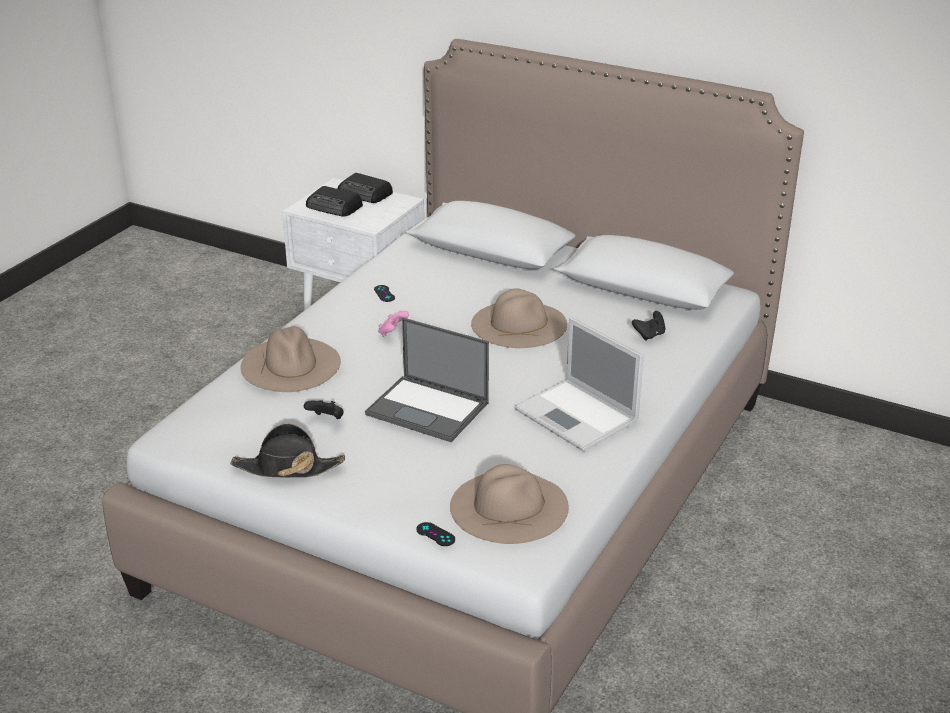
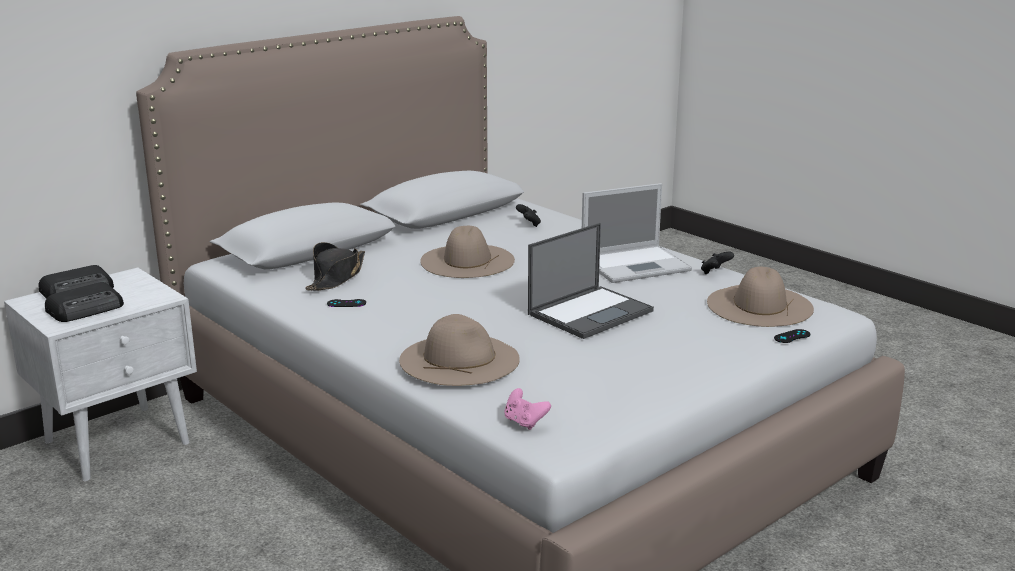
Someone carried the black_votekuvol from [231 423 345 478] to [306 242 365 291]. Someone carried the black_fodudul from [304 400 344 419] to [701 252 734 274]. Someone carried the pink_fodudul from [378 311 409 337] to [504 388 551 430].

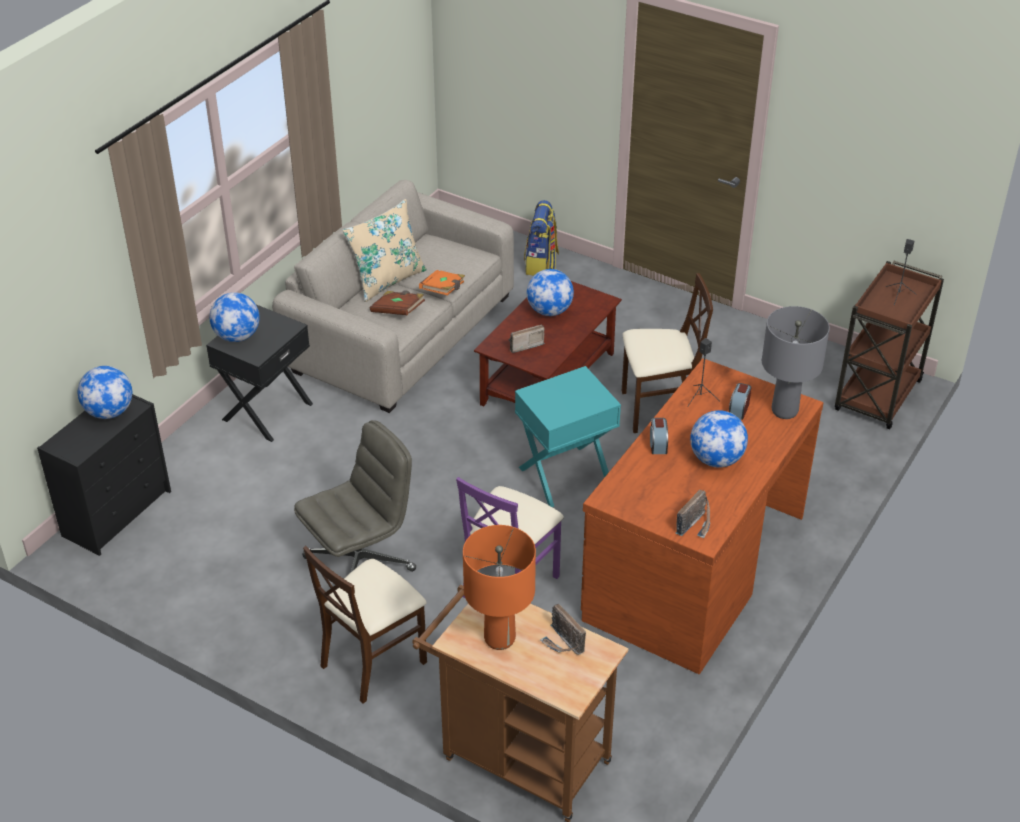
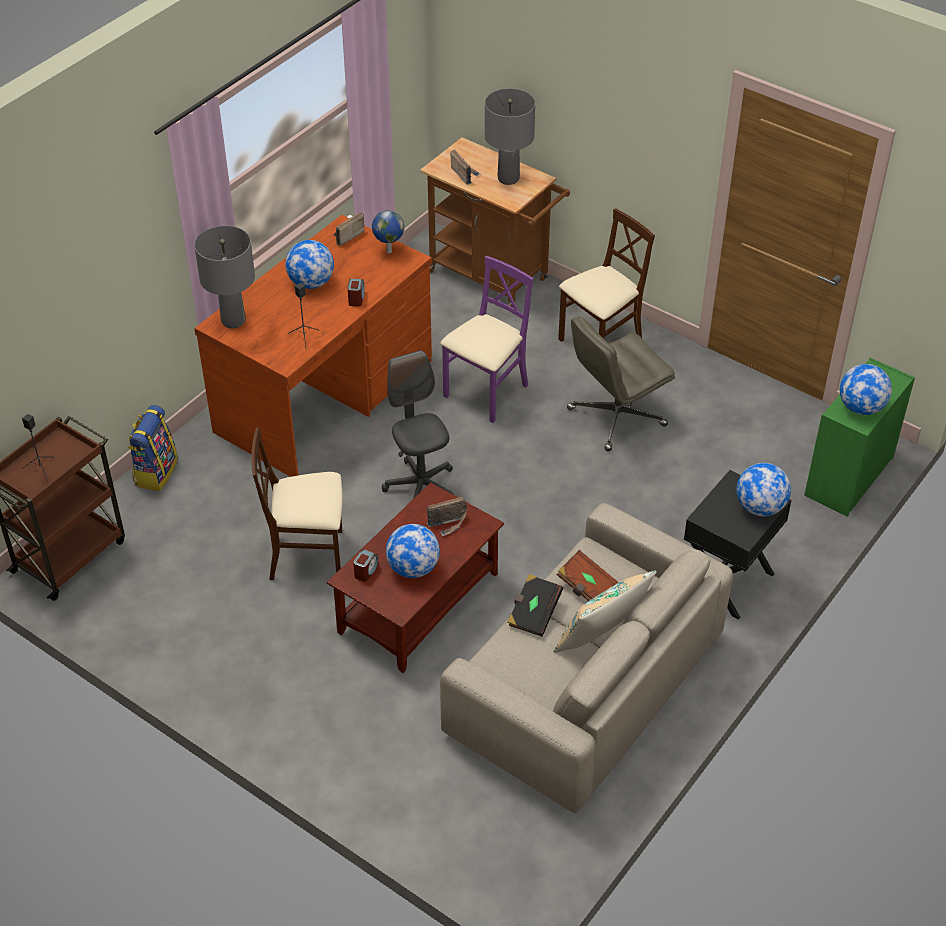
Someone put down the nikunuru at [372 210 404 253]. Someone carried the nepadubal from [524 200 559 276] to [128 405 178 491]. Someone carried the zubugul from [729 383 751 420] to [353 549 379 582]. Someone swapped the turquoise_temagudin at [515 366 621 507] for the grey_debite at [382 350 453 499]. Someone repainted the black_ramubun at [37 394 171 556], which became the green_ramubun at [804 358 915 517]. Someone repainted the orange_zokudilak at [419 270 465 296], which became the black_zokudilak at [507 574 563 637]. Someone repainted the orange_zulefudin at [463 525 536 650], which became the grey_zulefudin at [485 89 535 185].

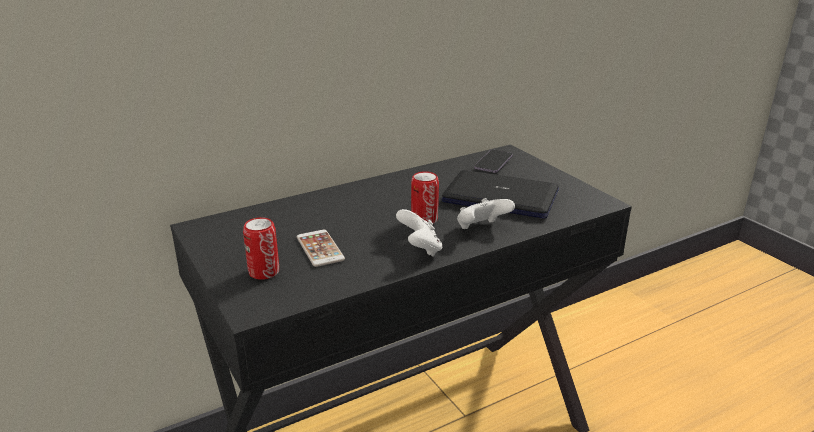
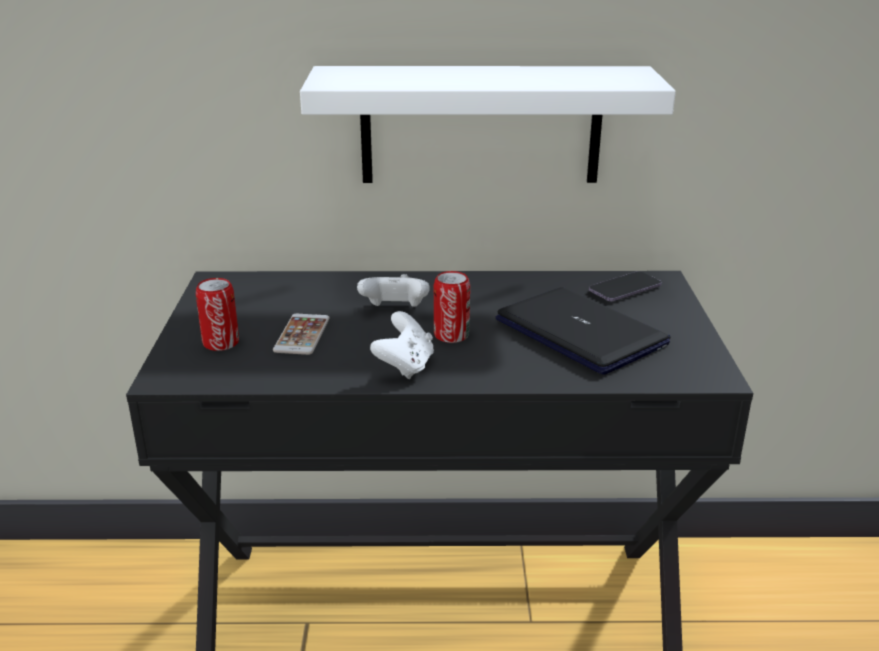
Someone put up the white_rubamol at [300 66 676 183]. Someone carried the white_fodudul from [457 198 515 229] to [357 274 430 307].

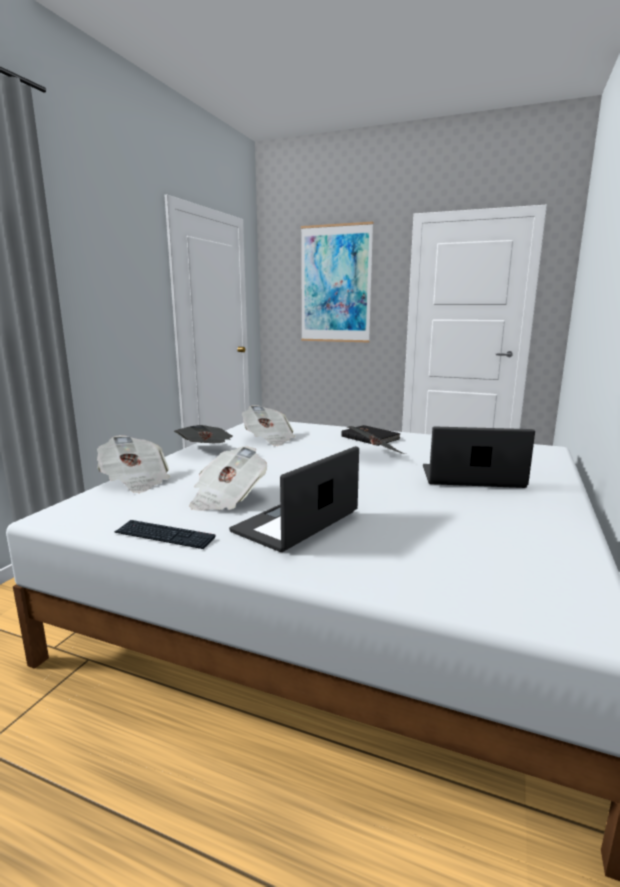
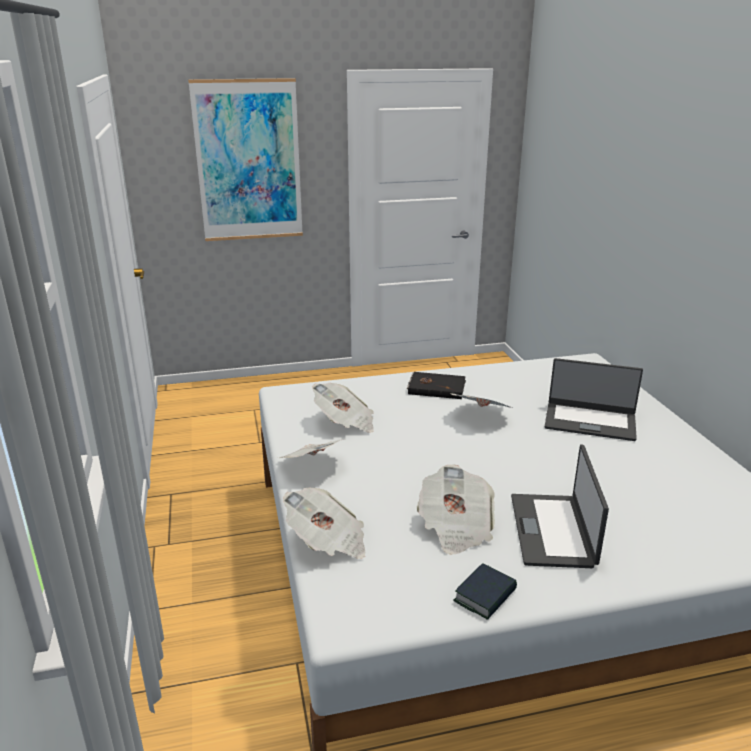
Someone swapped the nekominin at [115 520 216 549] for the zokudilak at [453 563 517 620]. Someone rotated the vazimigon at [423 426 535 488] by 135 degrees counterclockwise.

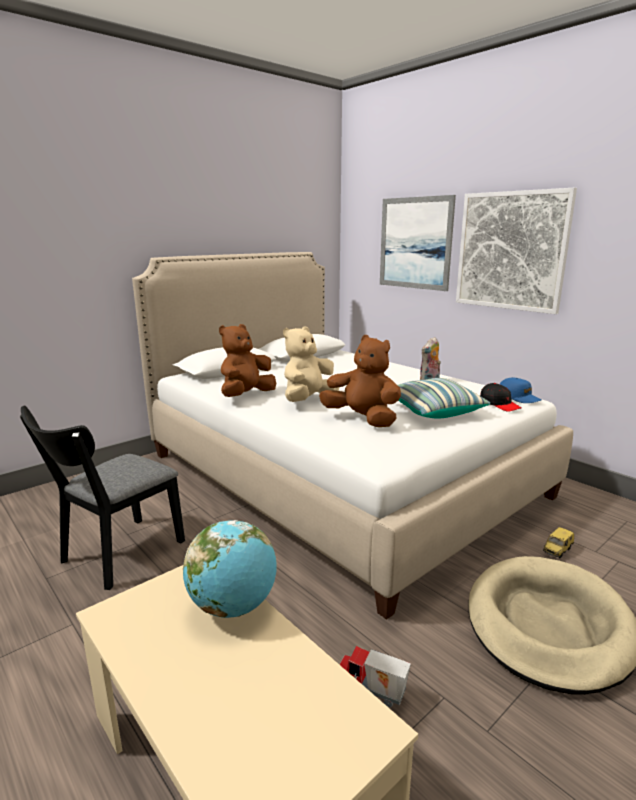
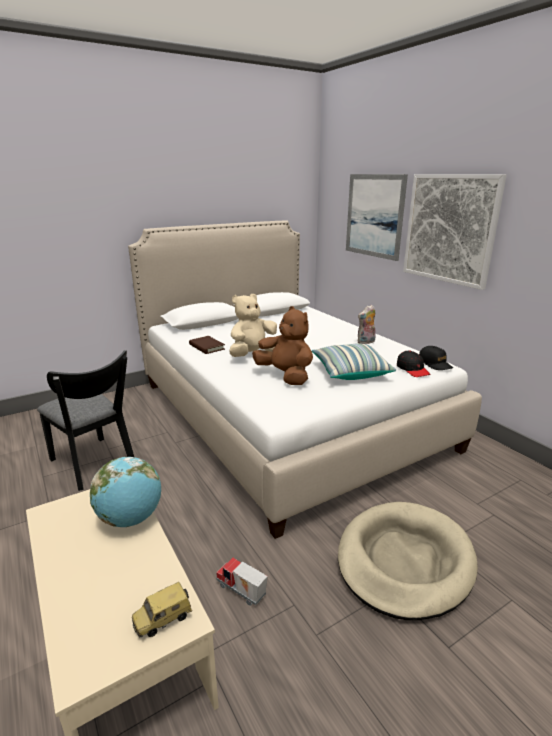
Someone carried the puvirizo from [543 527 574 558] to [132 582 192 638]. Someone swapped the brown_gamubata at [219 324 276 397] for the brown_zokudilak at [189 336 225 354]. Someone repainted the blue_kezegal at [500 378 542 403], which became the black_kezegal at [419 346 453 370]. Someone rotated the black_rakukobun at [20 406 185 590] by 90 degrees counterclockwise.

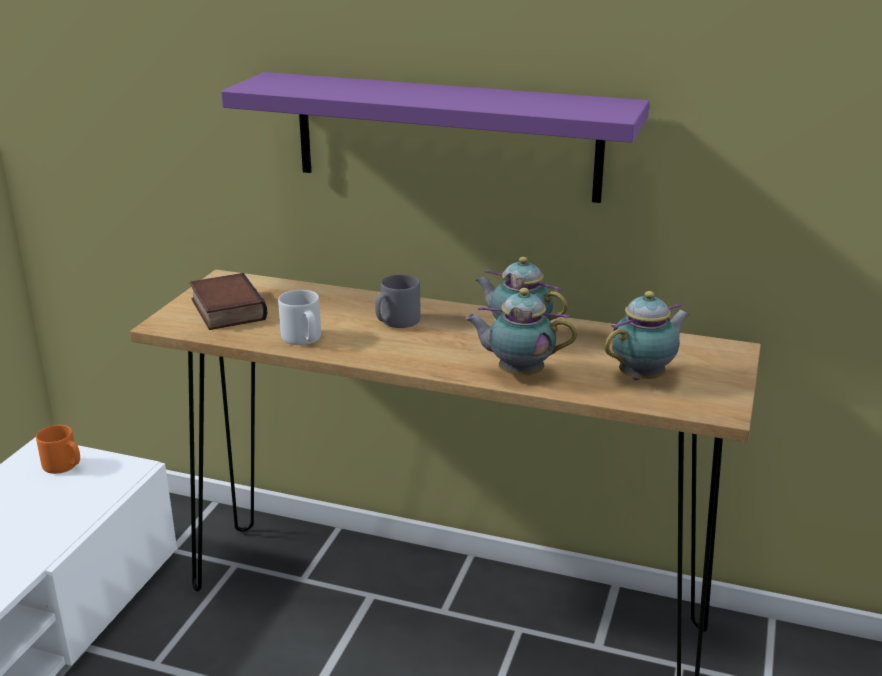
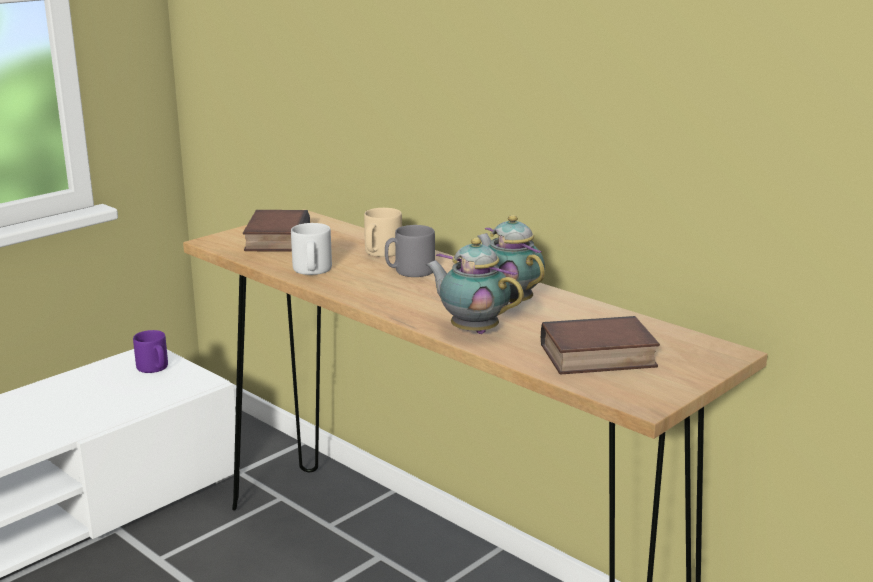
Someone took away the purple_rubamol at [221 72 650 203]. Someone put down the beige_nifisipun at [364 208 402 257]. Someone swapped the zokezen at [604 291 690 380] for the zokudilak at [541 316 660 375]. Someone repainted the orange_nifisipun at [36 425 80 474], which became the purple_nifisipun at [133 330 168 373].

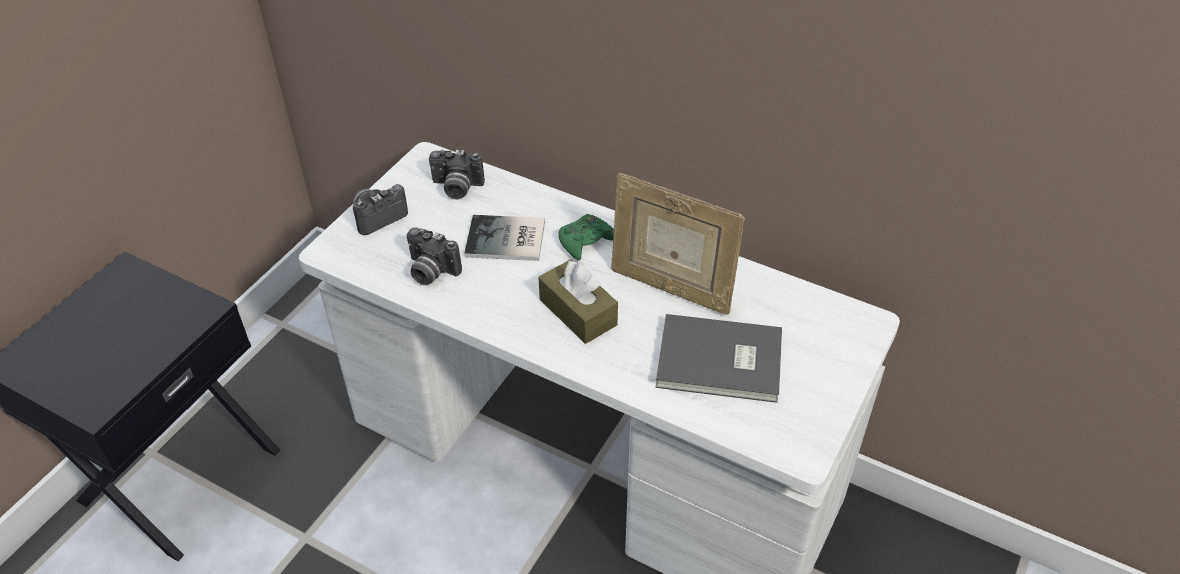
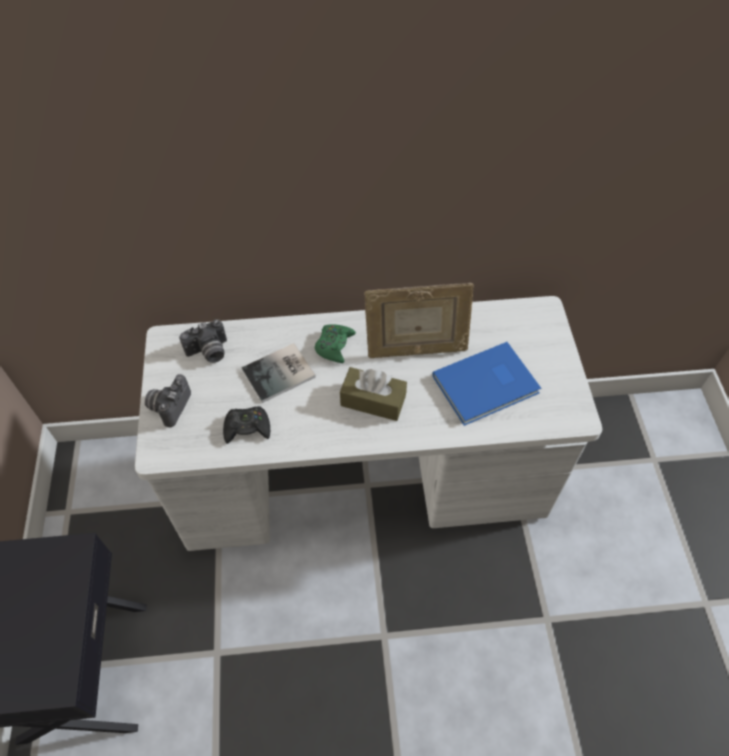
Someone swapped the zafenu at [407 227 462 285] for the black_fodudul at [223 406 270 444]. Someone repainted the grey_zokudilak at [656 314 782 403], which became the blue_zokudilak at [432 342 541 426].

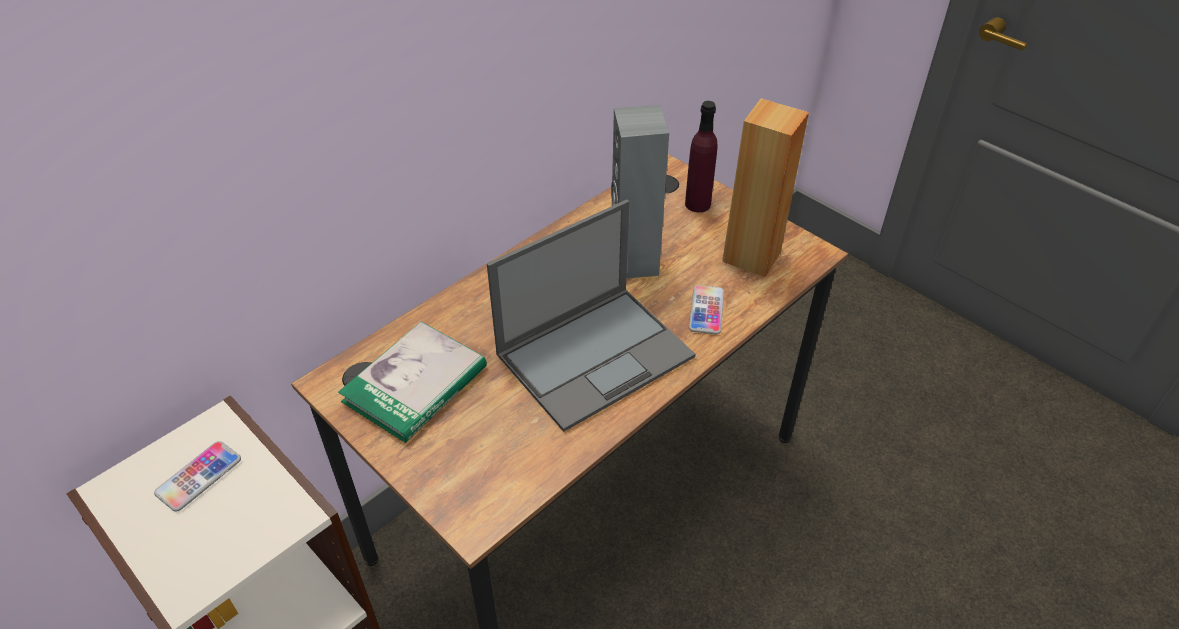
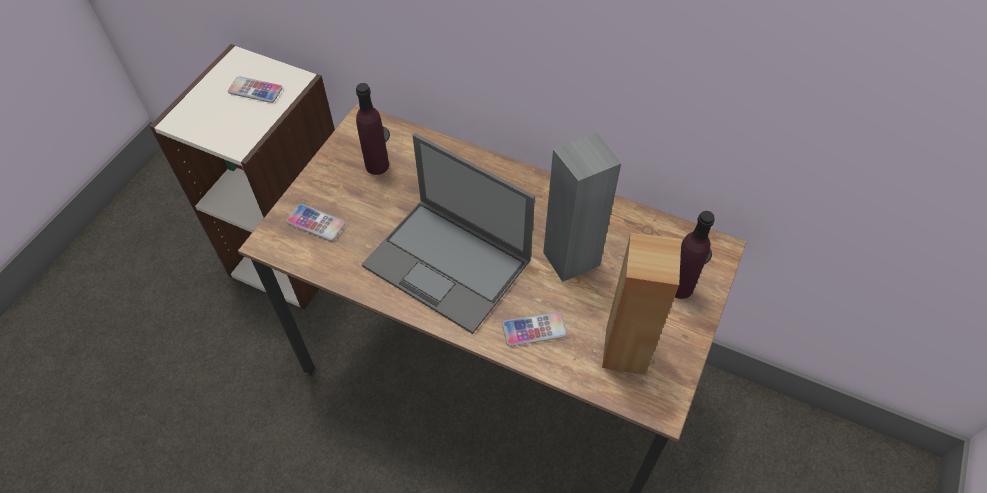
Someone put down the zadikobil at [286 204 346 241]. Someone swapped the zokudilak at [338 321 487 443] for the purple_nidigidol at [356 83 389 175].

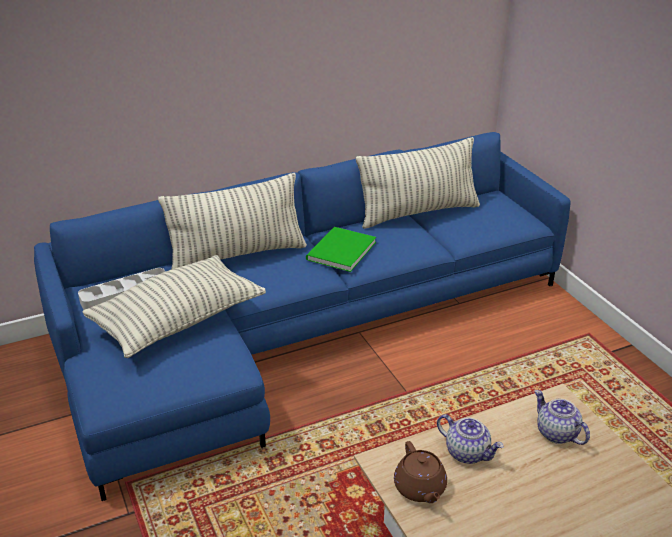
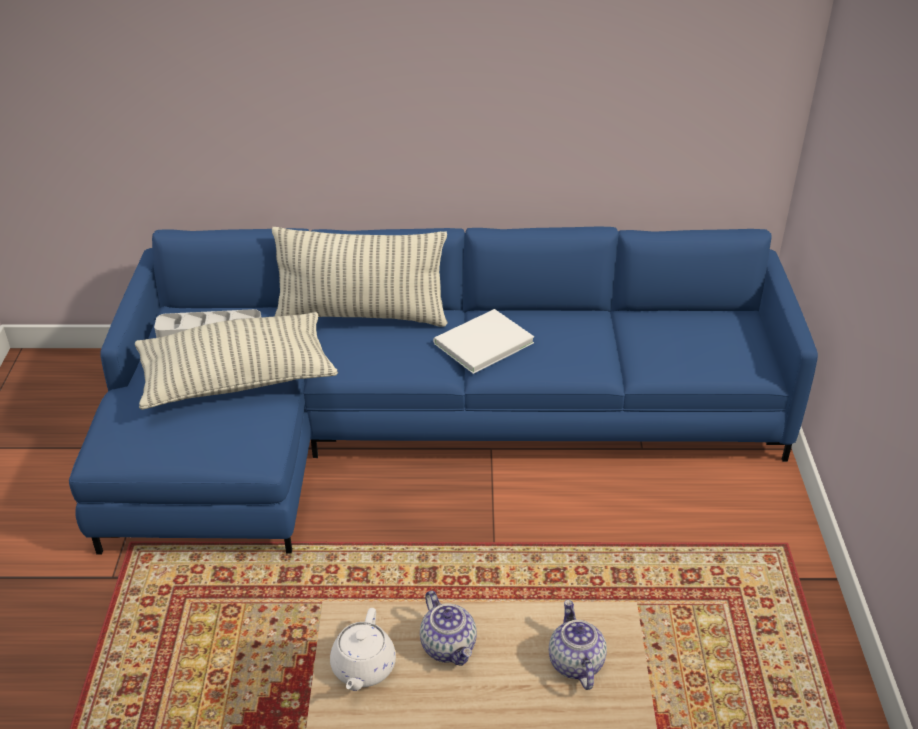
Someone took away the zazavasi at [356 137 480 229]. Someone repainted the green_zokudilak at [306 227 376 272], which became the white_zokudilak at [433 309 534 374]. Someone repainted the brown_zokezen at [394 441 447 503], which became the white_zokezen at [330 608 396 691].

